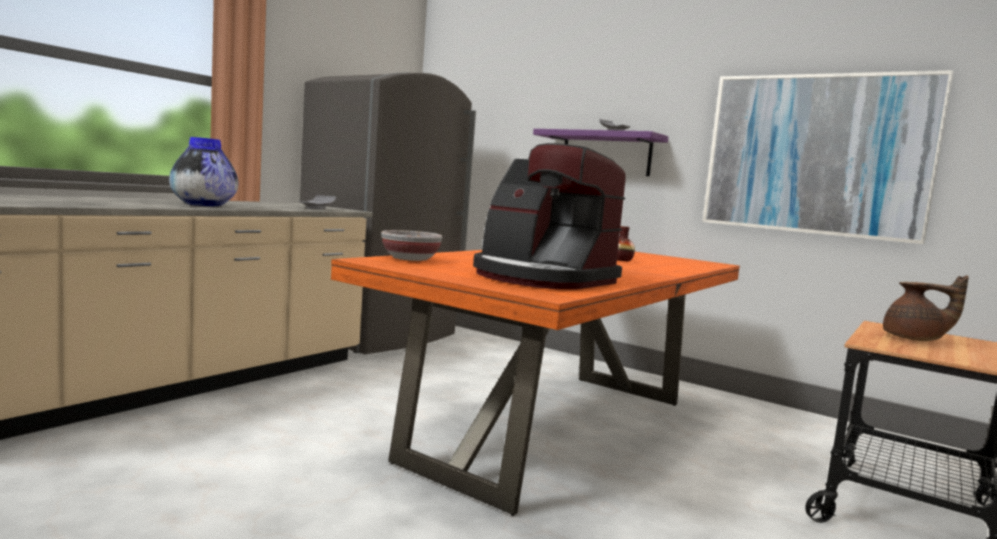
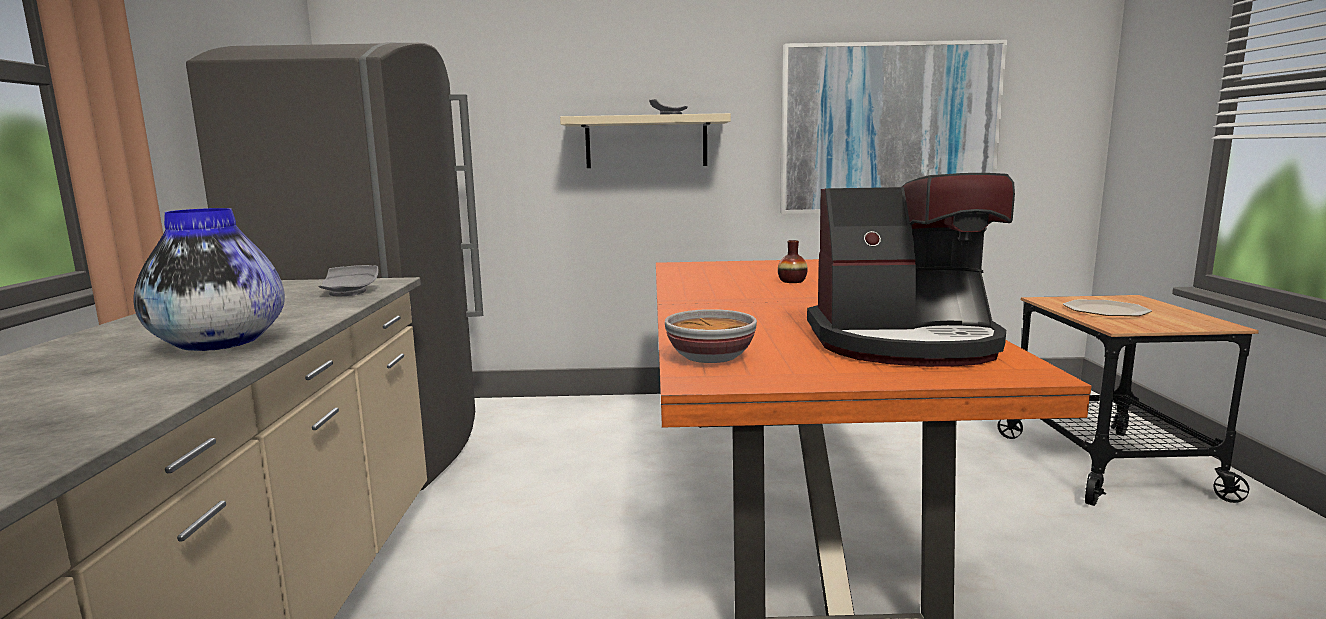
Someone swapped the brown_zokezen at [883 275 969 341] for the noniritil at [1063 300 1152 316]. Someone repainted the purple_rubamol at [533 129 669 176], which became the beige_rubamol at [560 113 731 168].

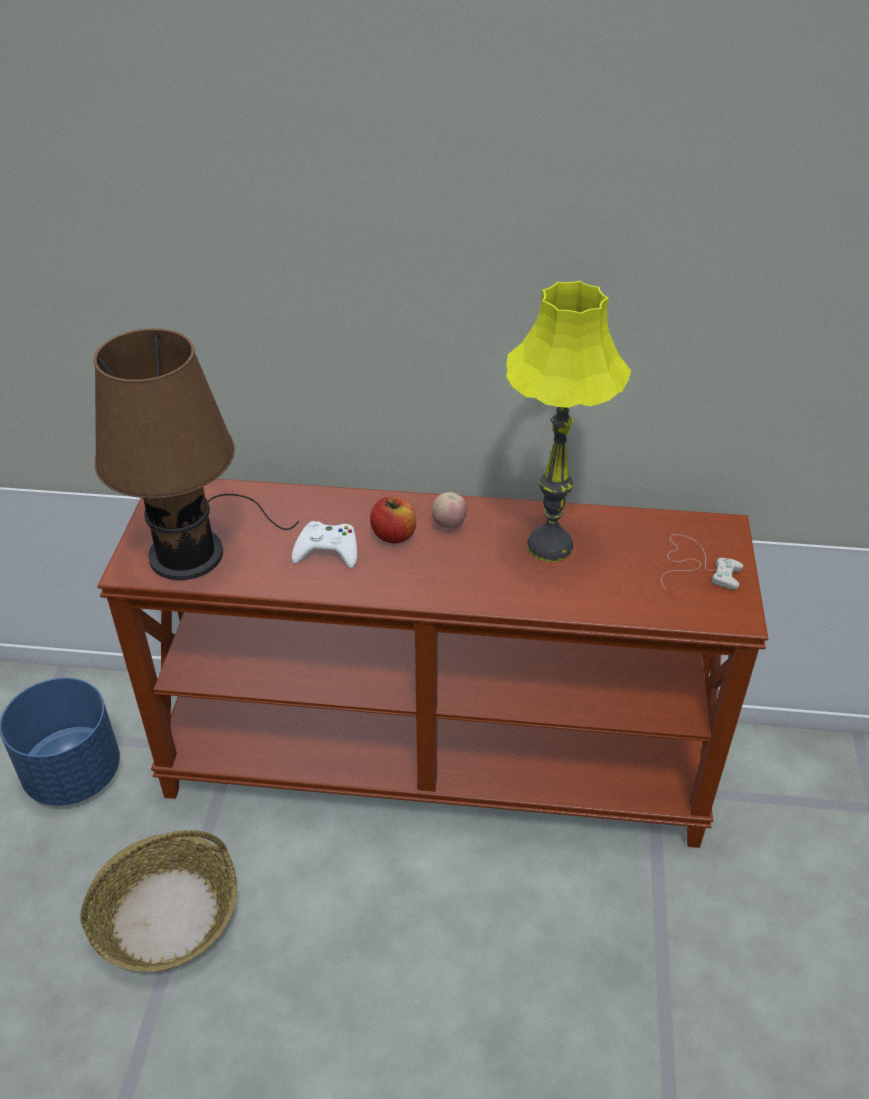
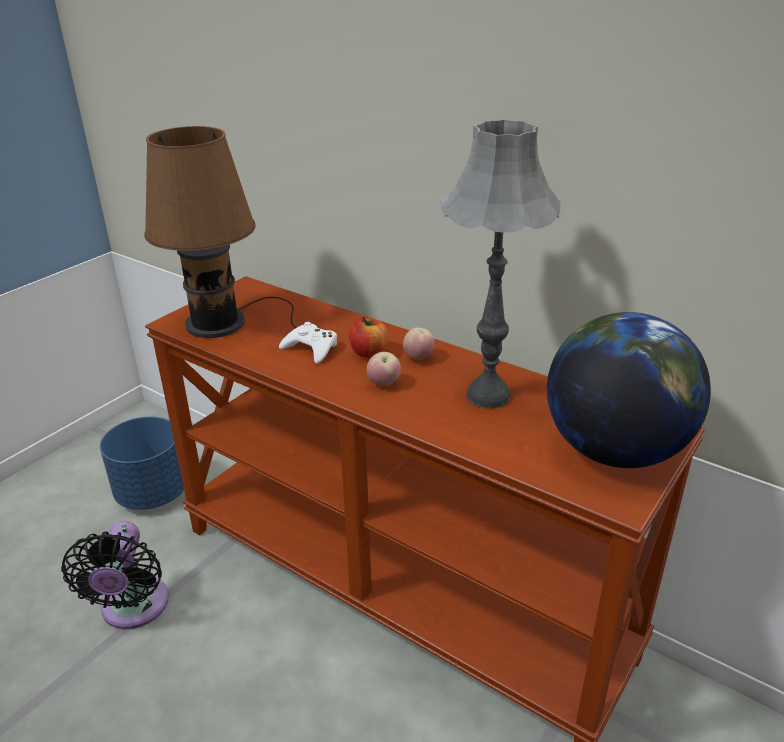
Someone put down the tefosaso at [367 352 401 386]. Someone swapped the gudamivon at [80 830 237 972] for the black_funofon at [61 521 169 629]. Someone swapped the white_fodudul at [661 534 744 590] for the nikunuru at [547 312 711 468]. Someone repainted the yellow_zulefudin at [506 281 631 562], which became the grey_zulefudin at [441 119 560 408].

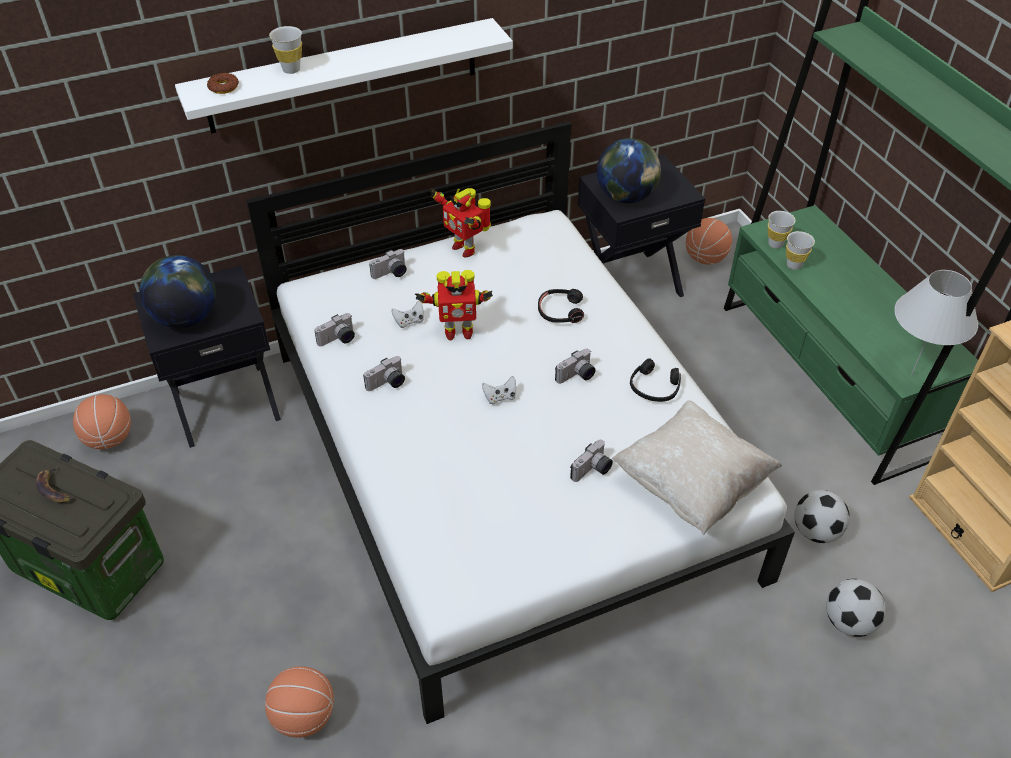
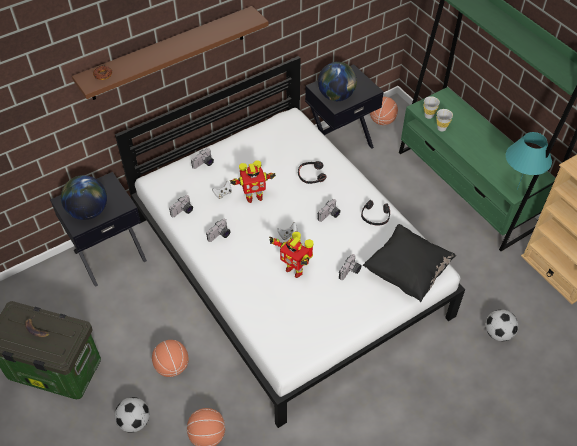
Someone took away the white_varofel at [269 26 302 74]. Someone carried the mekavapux from [73 394 131 449] to [152 340 189 377]. Someone carried the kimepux from [430 188 491 257] to [269 232 314 278]. Someone carried the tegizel from [794 490 850 543] to [115 397 150 433]. Someone repainted the white_rubamol at [175 18 513 134], which became the brown_rubamol at [72 6 269 100]. Someone repainted the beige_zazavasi at [612 400 783 535], which became the black_zazavasi at [363 224 456 302]. Someone repainted the white_zulefudin at [894 270 978 375], which became the turquoise_zulefudin at [506 132 552 190].

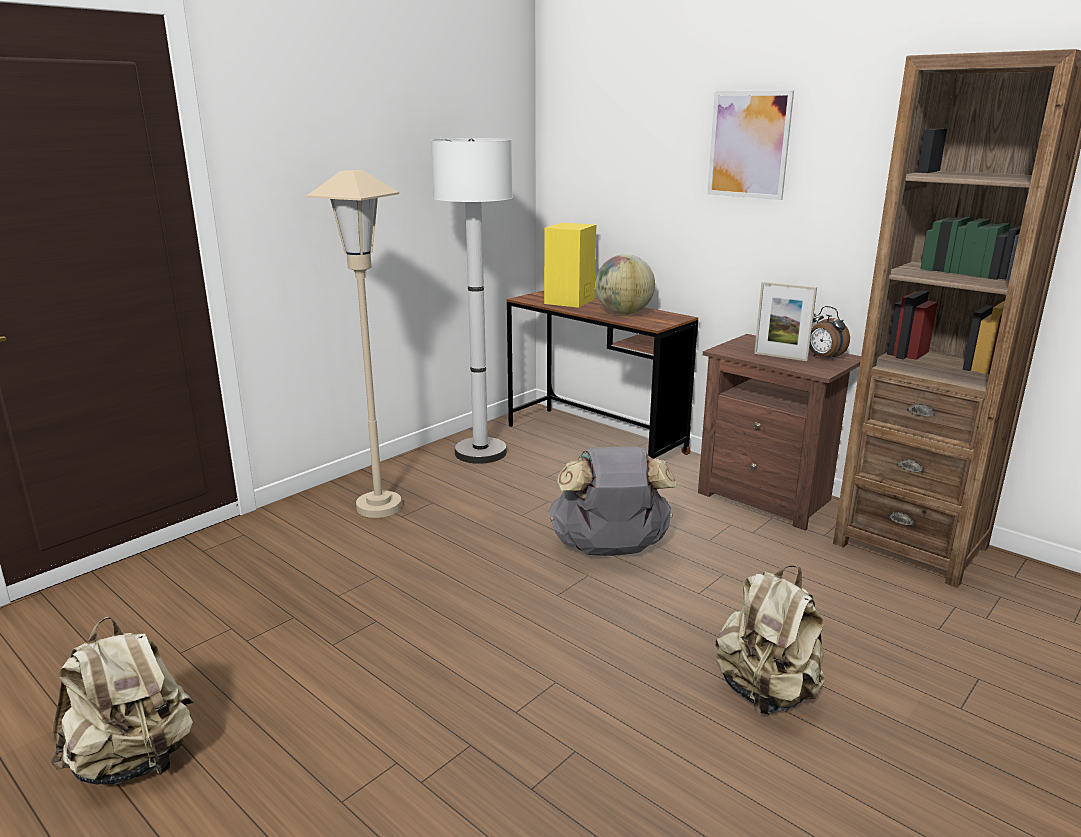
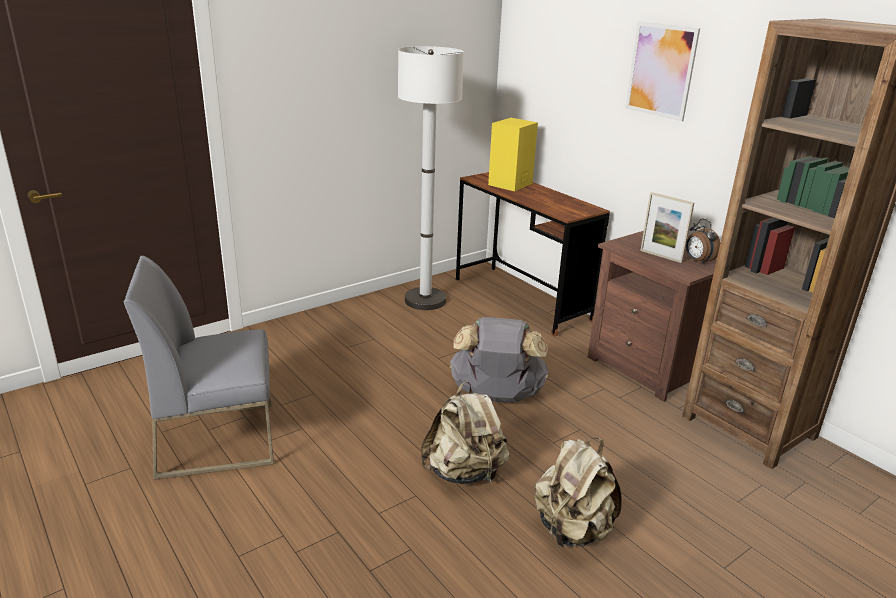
Someone took away the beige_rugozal at [307 170 402 518]. Someone took away the nikunuru at [595 254 655 315]. Someone put down the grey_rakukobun at [124 256 274 480]. Someone carried the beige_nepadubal from [51 617 193 785] to [421 381 510 484].

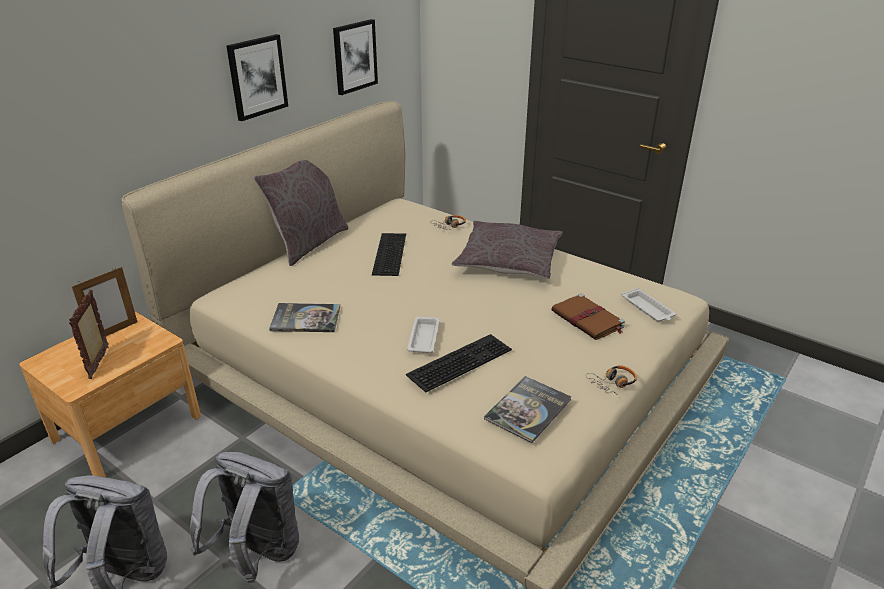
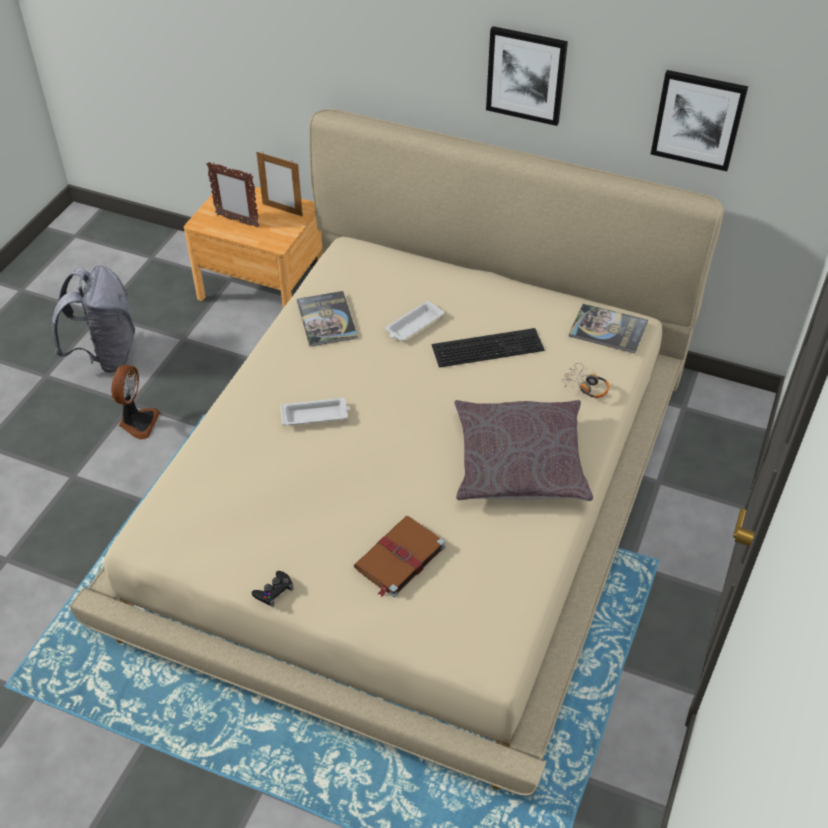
Someone took away the grey_zazavasi at [254 160 349 266]. Someone took away the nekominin at [406 334 512 392]. Someone carried the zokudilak from [484 376 571 443] to [569 304 648 353]. Someone carried the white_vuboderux from [622 288 676 322] to [385 300 444 341]. Someone swapped the grey_nepadubal at [190 452 299 583] for the funofon at [111 365 160 439]. Someone swapped the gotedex at [586 365 637 395] for the black_fodudul at [252 571 294 607]. Someone rotated the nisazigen at [69 289 109 379] by 135 degrees counterclockwise.

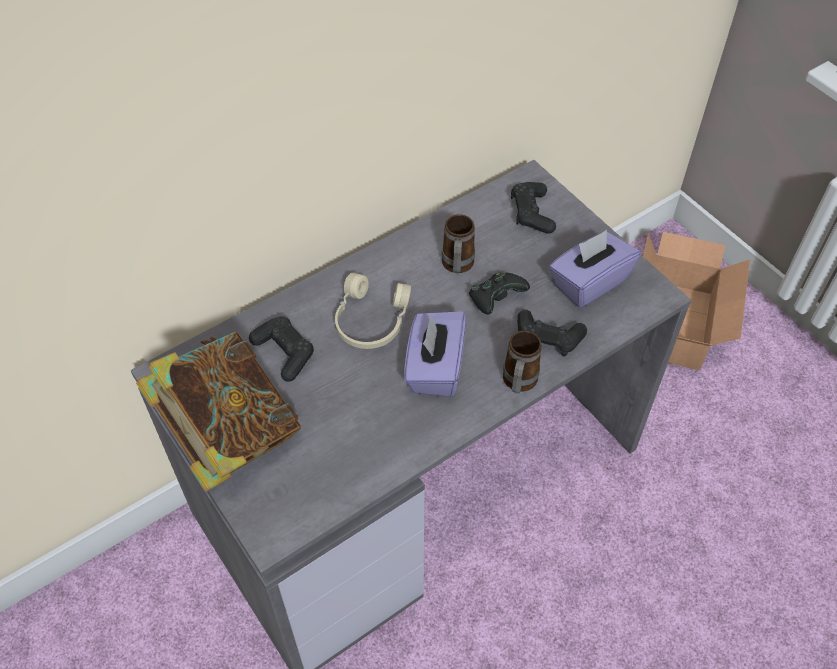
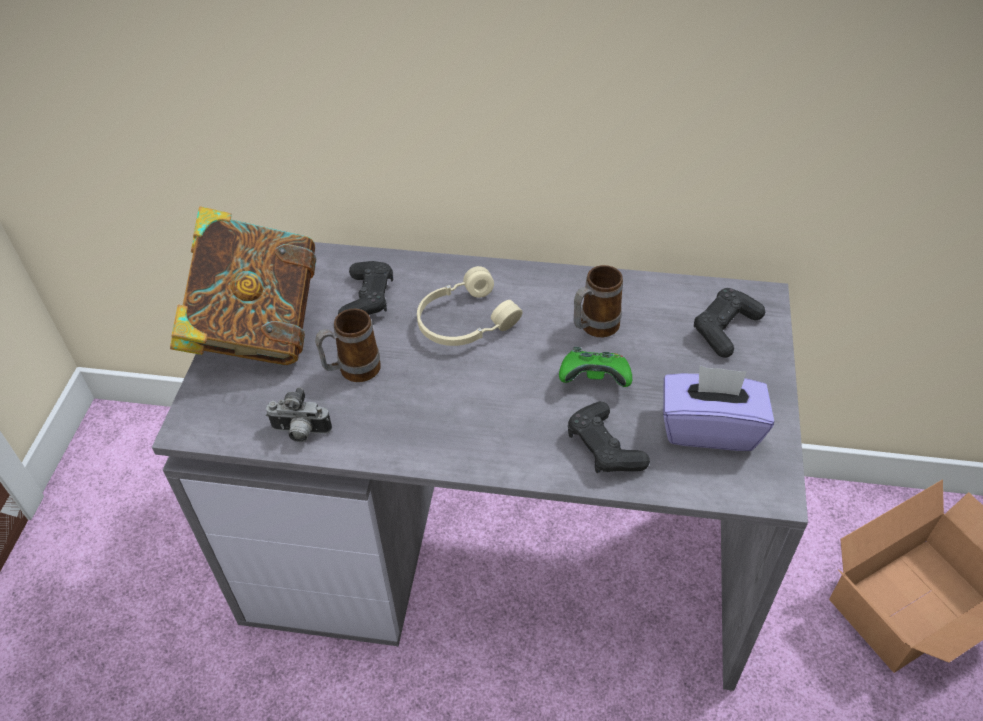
Someone took away the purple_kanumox at [404 311 466 397]. Someone put down the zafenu at [266 387 332 442]. Someone carried the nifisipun from [503 330 542 393] to [315 309 381 382]. Someone repainted the black_fodudul at [469 272 530 315], which became the green_fodudul at [559 347 632 387].

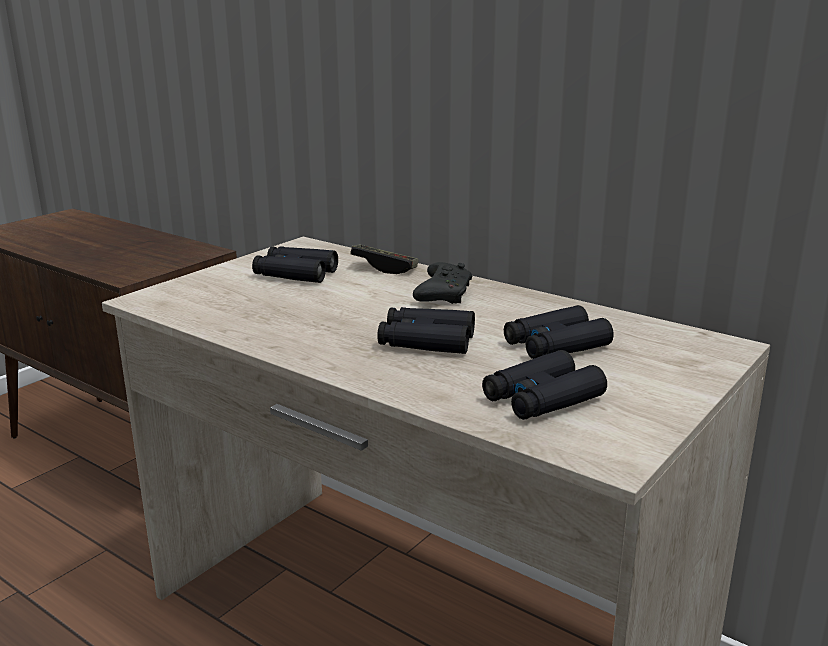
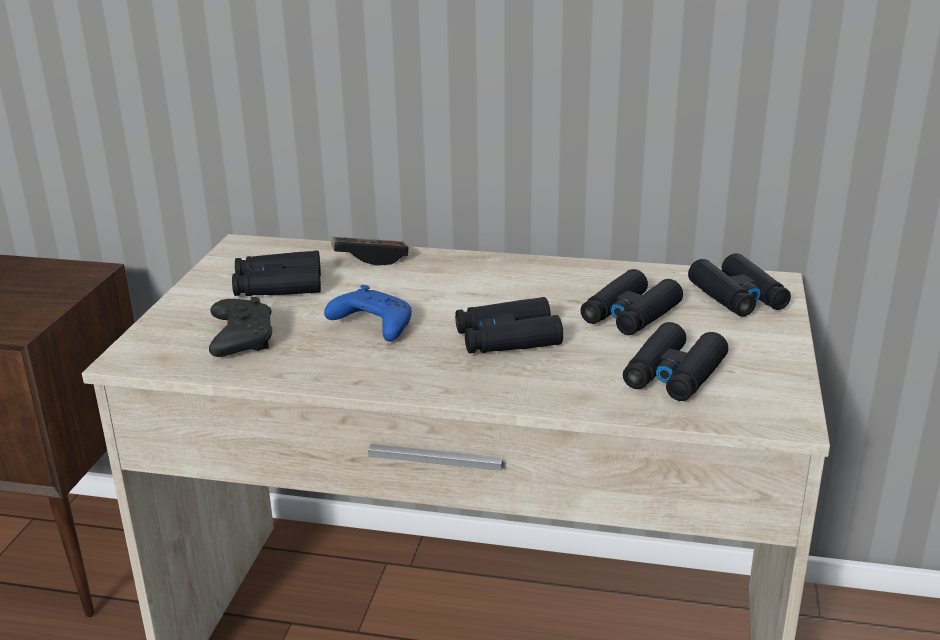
Someone put down the blue_fodudul at [324 285 412 342]. Someone put down the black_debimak at [688 253 791 317]. Someone carried the black_fodudul from [413 262 472 304] to [209 297 272 357].

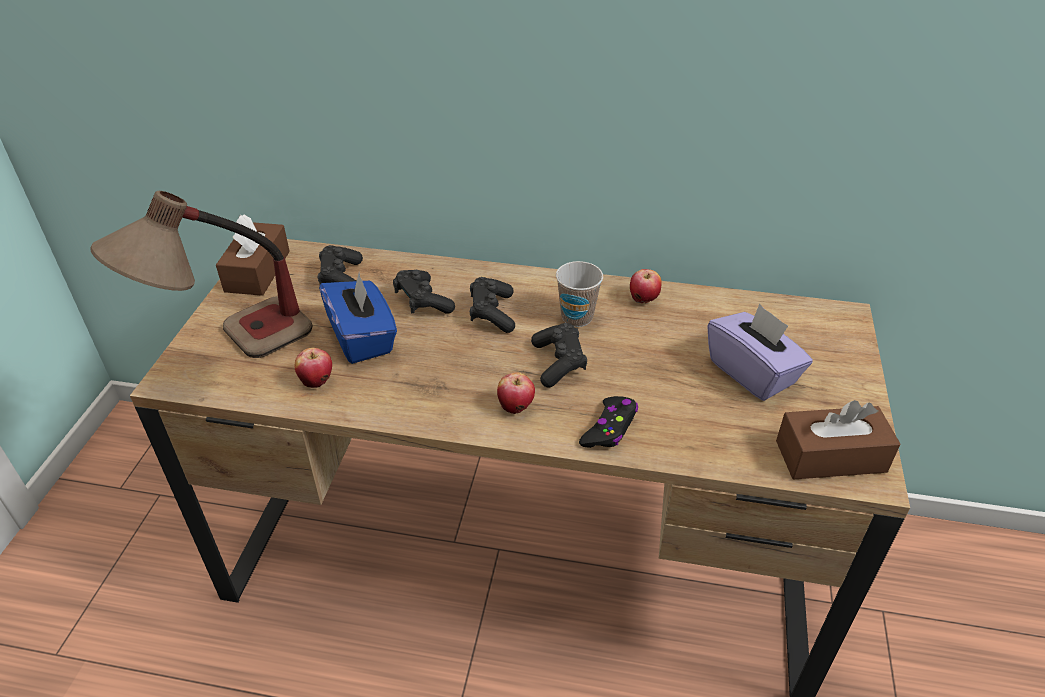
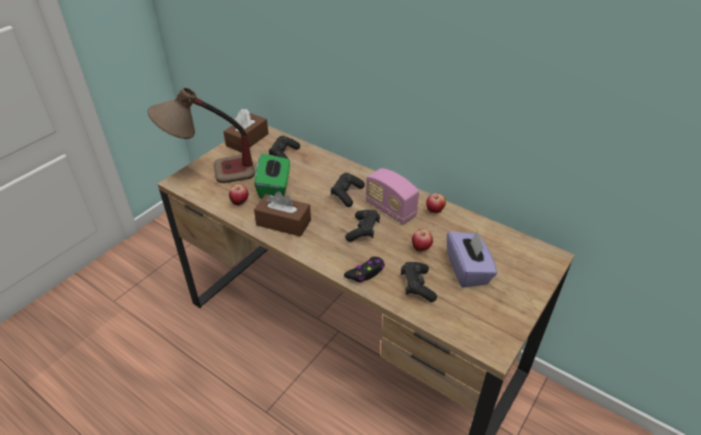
Someone carried the black_fodudul from [393 270 455 314] to [401 262 437 302]. Someone carried the tefosaso from [497 372 535 414] to [412 229 433 252]. Someone carried the brown_kanumox from [776 400 900 479] to [254 191 311 237]. Someone swapped the varofel at [556 261 603 327] for the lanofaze at [366 168 419 224]. Someone repainted the blue_kanumox at [319 273 397 364], which became the green_kanumox at [254 154 290 199].

